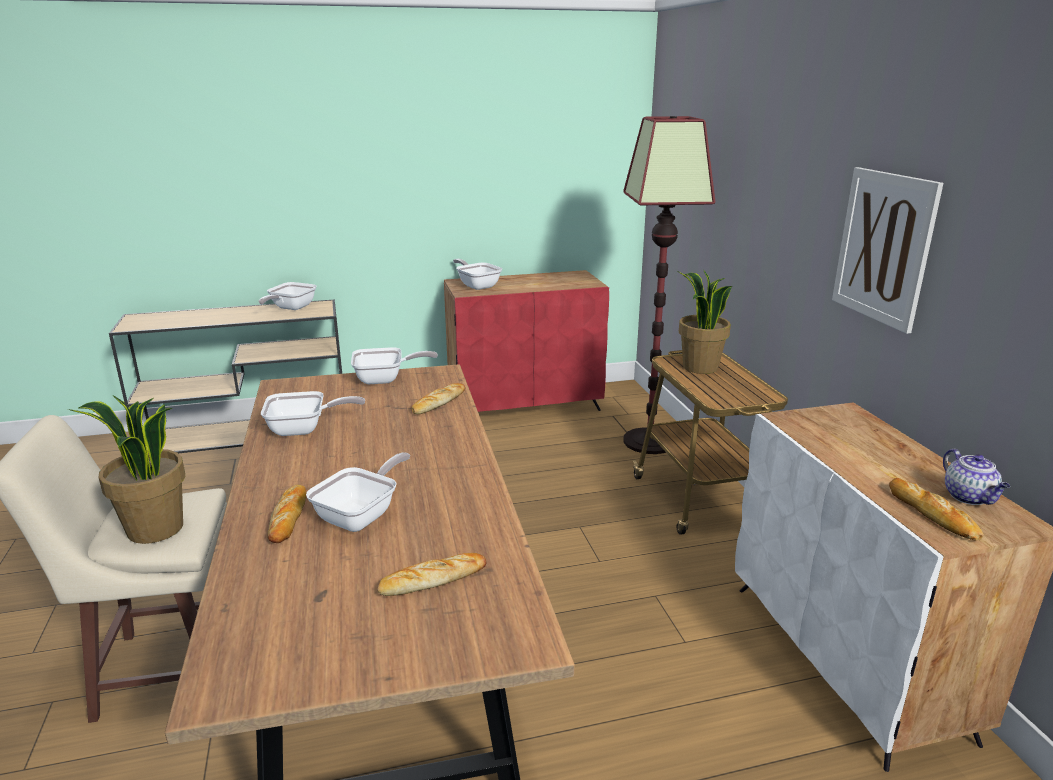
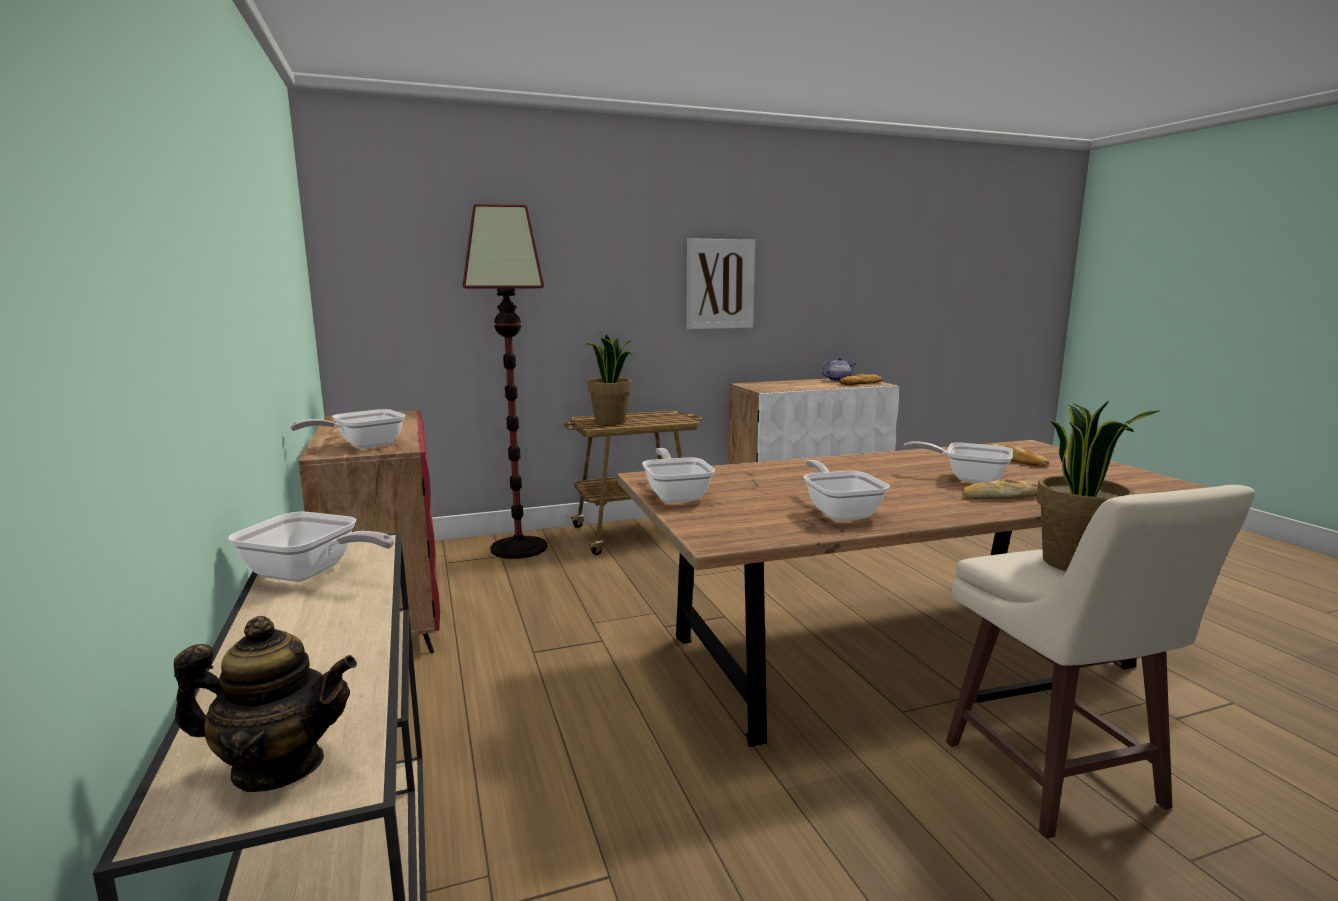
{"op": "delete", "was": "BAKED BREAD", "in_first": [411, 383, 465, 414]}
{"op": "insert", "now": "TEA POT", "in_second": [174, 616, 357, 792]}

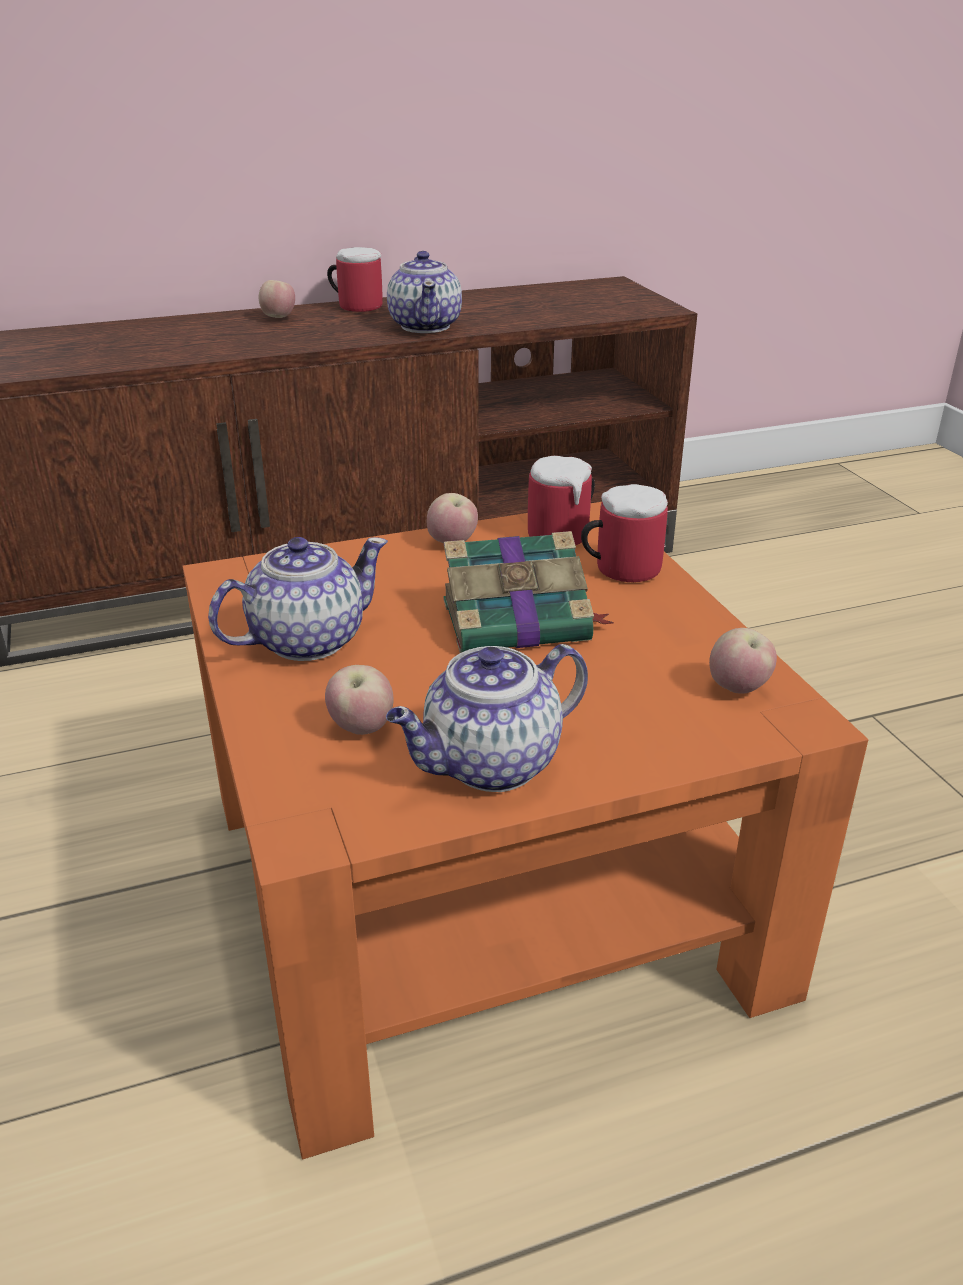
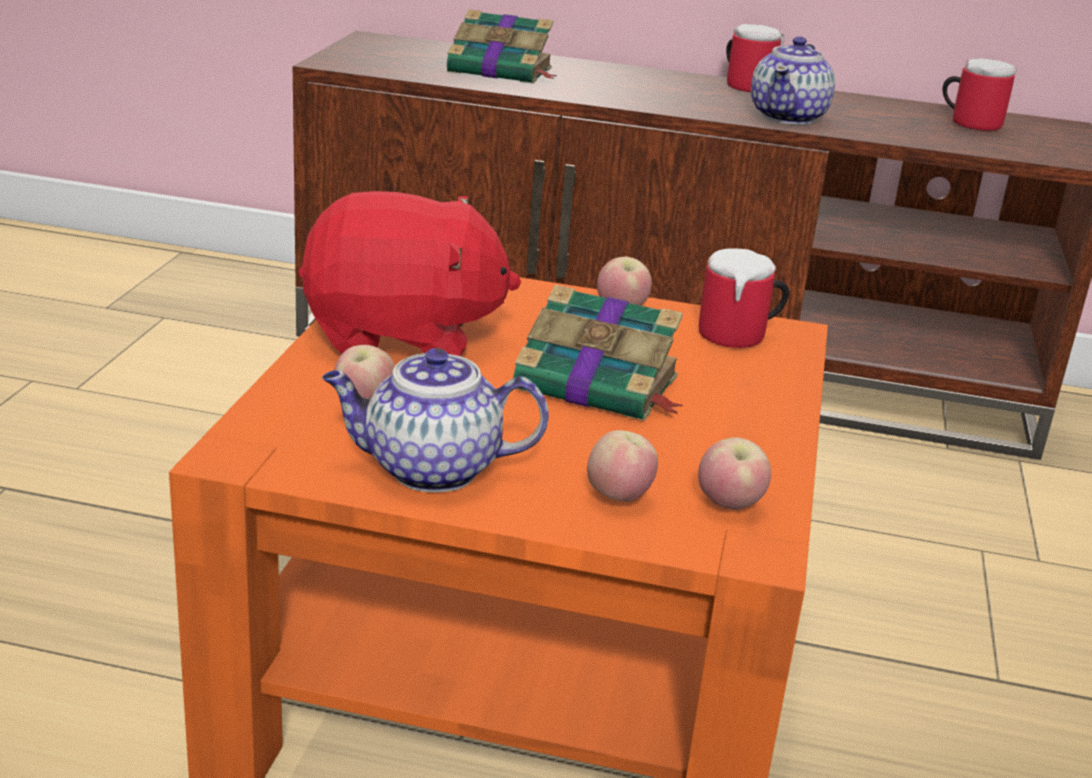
{"op": "replace", "was": "TEA POT", "now": "REDDISH SOFT TOY", "in_first": [208, 537, 388, 661], "in_second": [298, 191, 521, 356]}
{"op": "move", "was": "APPLE FRUIT", "in_first": [259, 280, 295, 318], "in_second": [587, 430, 658, 502]}
{"op": "move", "was": "MUG", "in_first": [581, 484, 668, 582], "in_second": [943, 58, 1017, 131]}
{"op": "insert", "now": "BOOK", "in_second": [447, 9, 557, 84]}

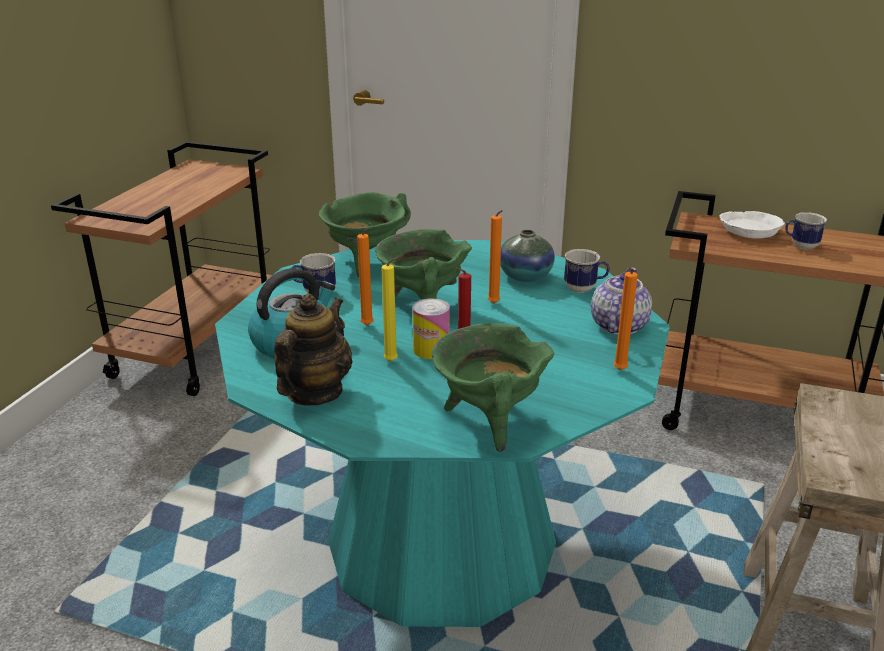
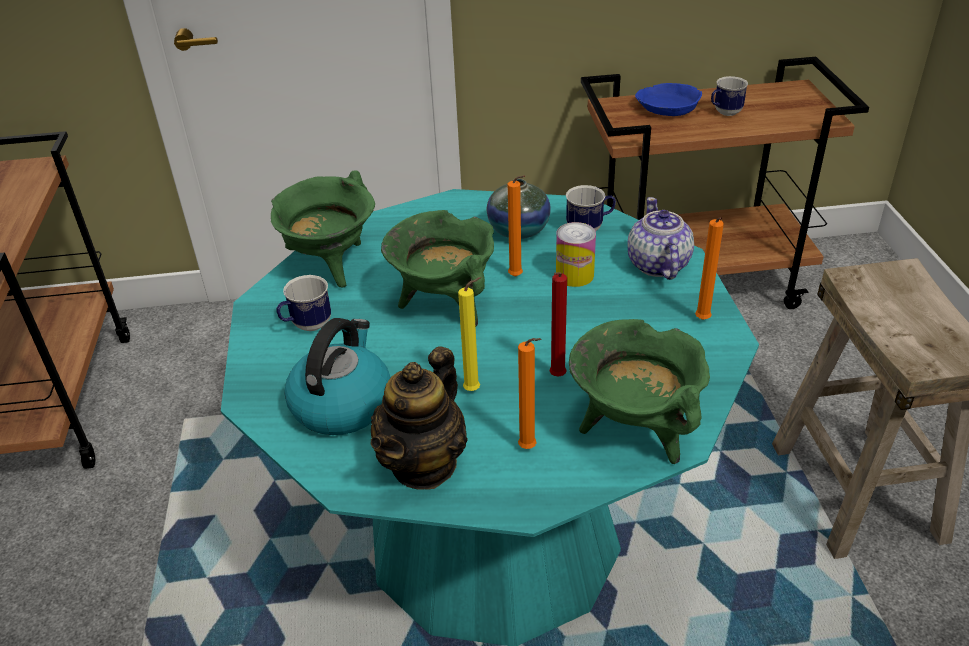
{"op": "rotate", "was": "TEA POT", "in_first": [274, 294, 353, 406], "in_second": [370, 346, 468, 490], "clockwise": -150}
{"op": "move", "was": "ORANGE-COLOURED WAX LIGHT", "in_first": [357, 229, 374, 326], "in_second": [518, 338, 542, 449]}
{"op": "move", "was": "METAL CAN", "in_first": [413, 298, 450, 359], "in_second": [556, 222, 596, 287]}
{"op": "recolor", "was": "WHITE BOWL", "now": "BLUE-COLOURED BOWL", "in_first": [719, 211, 785, 239], "in_second": [635, 83, 702, 116]}

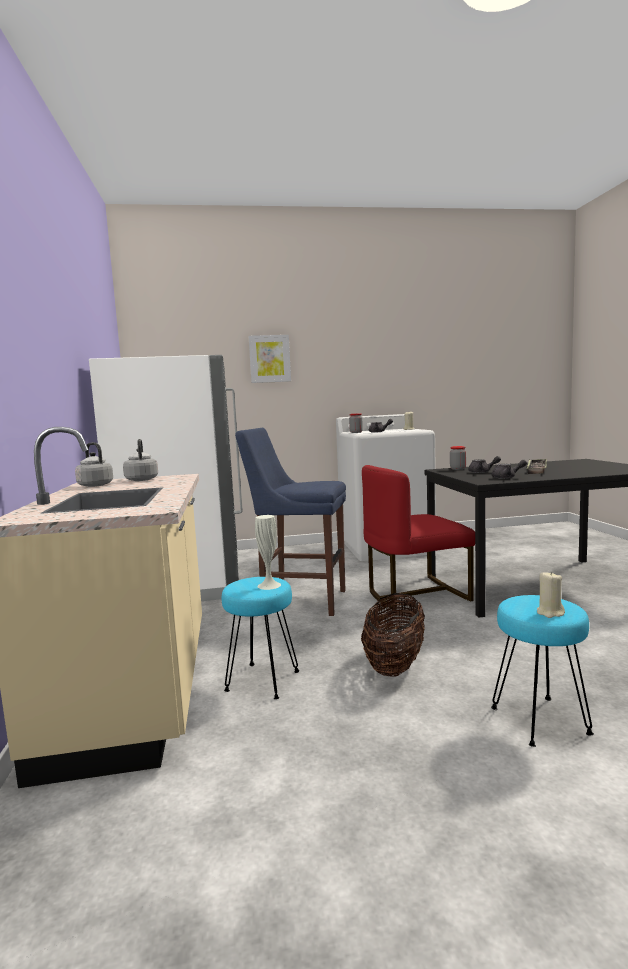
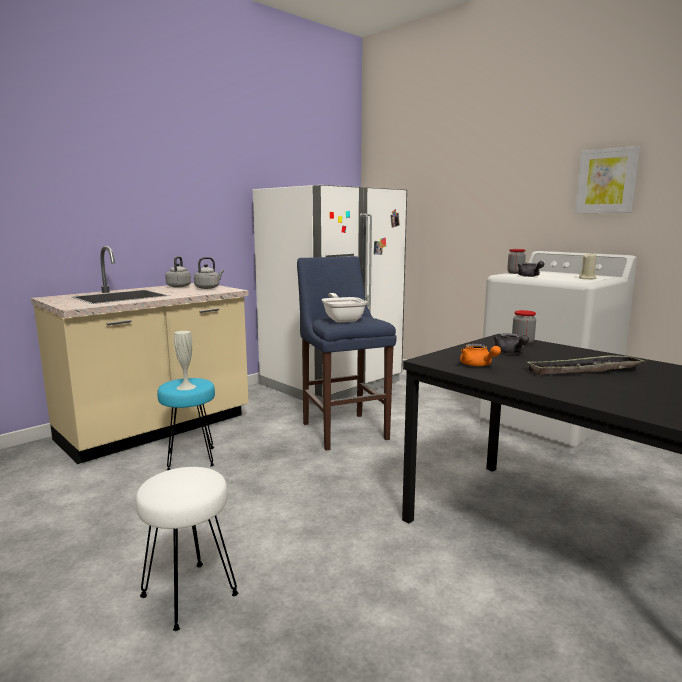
{"op": "move", "was": "PICTURE", "in_first": [249, 335, 291, 383], "in_second": [575, 146, 640, 213]}
{"op": "delete", "was": "STORAGE BASKET", "in_first": [361, 593, 425, 676]}
{"op": "delete", "was": "REDDISH CHAIR", "in_first": [362, 465, 475, 608]}
{"op": "recolor", "was": "TURQUOISE-COLOURED STOOL", "now": "WHITE STOOL", "in_first": [491, 595, 594, 747], "in_second": [136, 467, 238, 631]}
{"op": "recolor", "was": "GREY TEA POT", "now": "ORANGE-COLOURED TEA POT", "in_first": [492, 460, 527, 479], "in_second": [460, 344, 501, 366]}
{"op": "delete", "was": "BEIGE WAX LIGHT", "in_first": [537, 572, 565, 618]}
{"op": "insert", "now": "SKILLET", "in_second": [322, 293, 367, 322]}

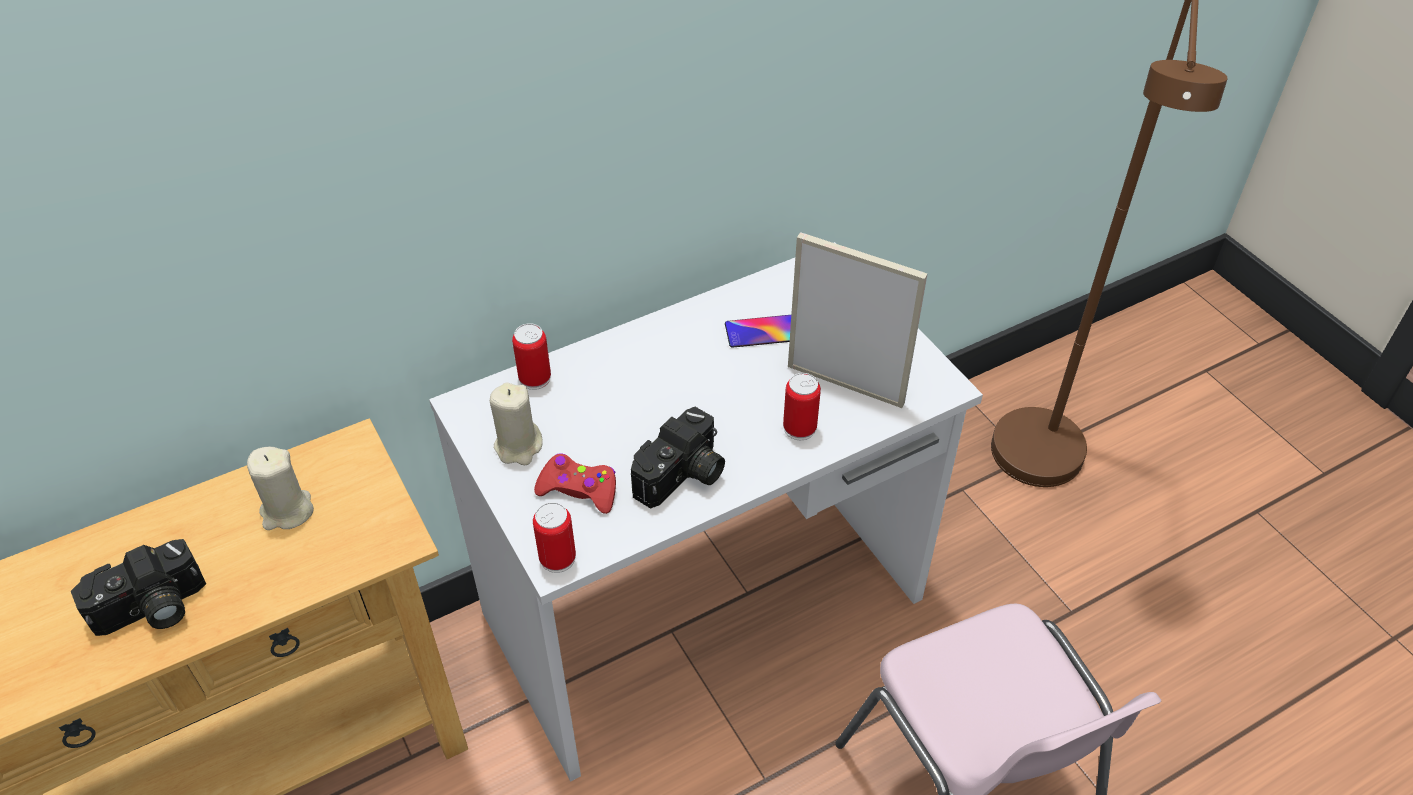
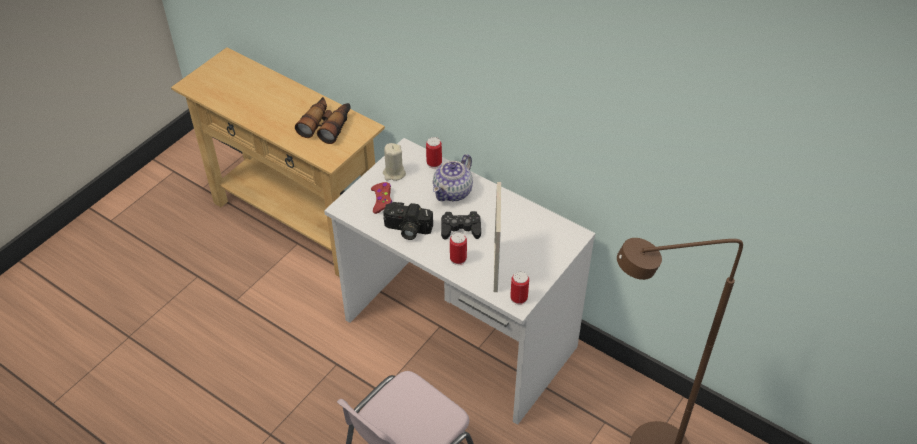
{"op": "delete", "was": "STILL CAMERA", "in_first": [71, 539, 206, 636]}
{"op": "replace", "was": "BEIGE WAX LIGHT", "now": "BINOCULARS", "in_first": [247, 447, 314, 530], "in_second": [295, 97, 351, 144]}
{"op": "move", "was": "METAL CAN", "in_first": [533, 502, 576, 573], "in_second": [510, 271, 529, 305]}
{"op": "delete", "was": "HANDSET", "in_first": [725, 315, 791, 348]}
{"op": "insert", "now": "TEA POT", "in_second": [433, 154, 473, 202]}
{"op": "insert", "now": "BLACKISH JOYPAD", "in_second": [441, 211, 481, 240]}

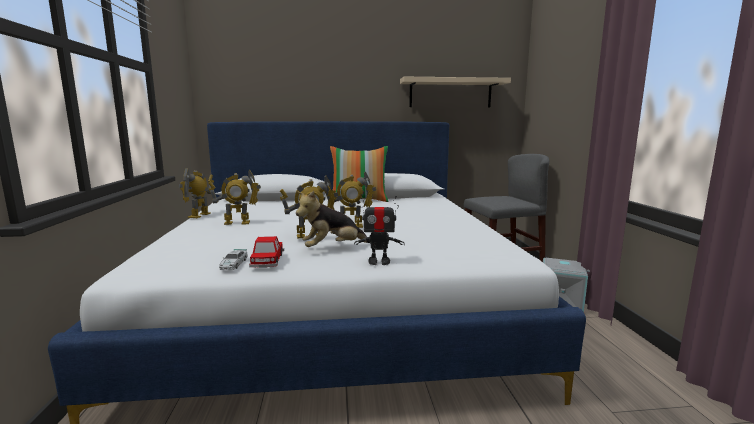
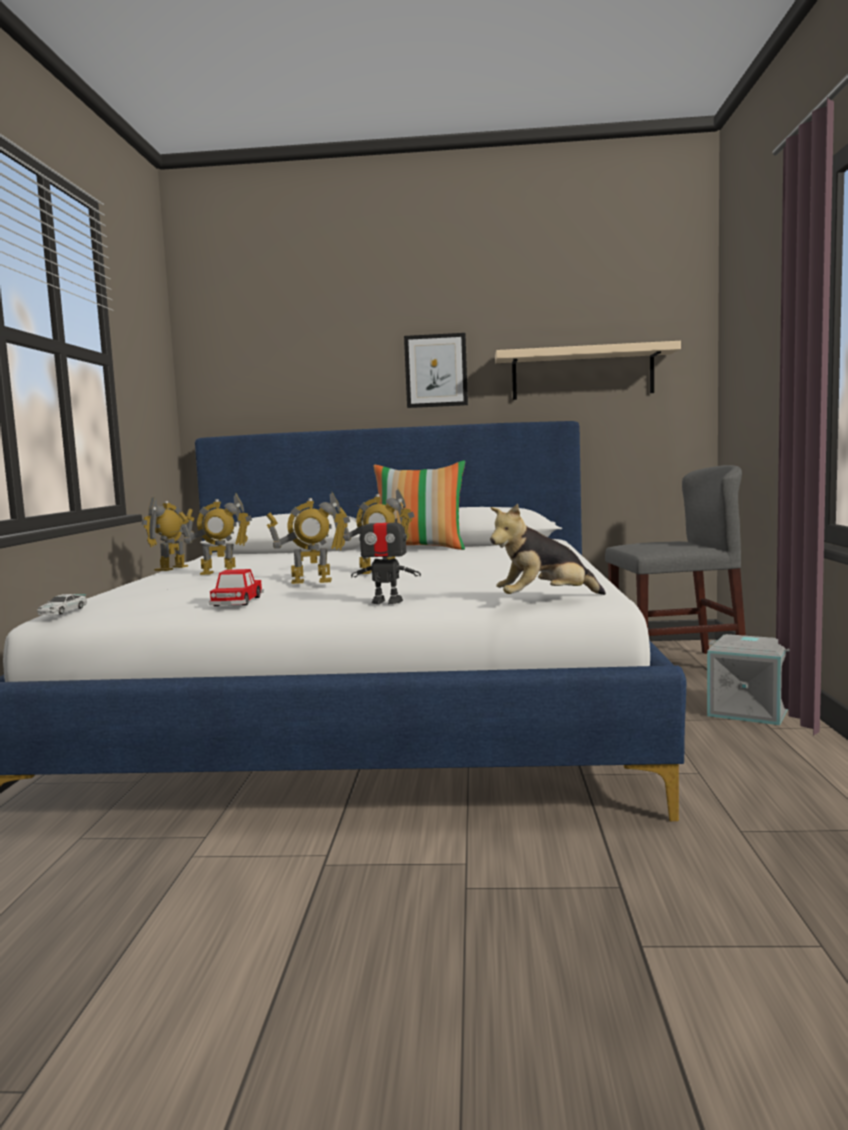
{"op": "move", "was": "MINIATURE CAR", "in_first": [219, 249, 248, 270], "in_second": [37, 594, 87, 615]}
{"op": "move", "was": "SOFT TOY", "in_first": [296, 191, 370, 247], "in_second": [490, 504, 606, 595]}
{"op": "insert", "now": "PICTURE", "in_second": [404, 333, 468, 408]}

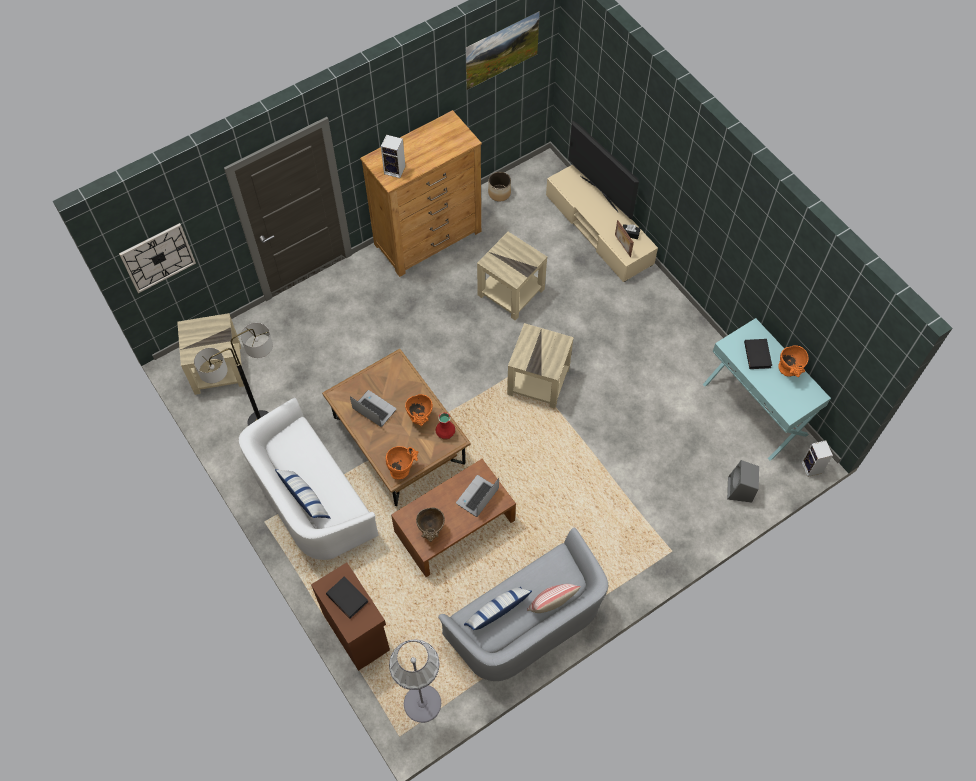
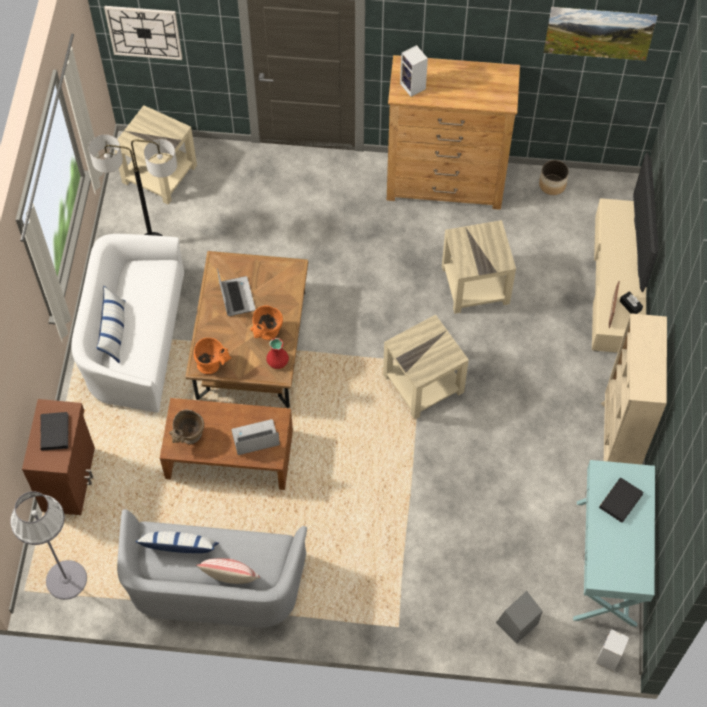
{"op": "delete", "was": "ORANGE-COLOURED FLOWER VASE", "in_first": [778, 345, 809, 377]}
{"op": "insert", "now": "BEIGE BOOKSHELF", "in_second": [601, 313, 667, 465]}

